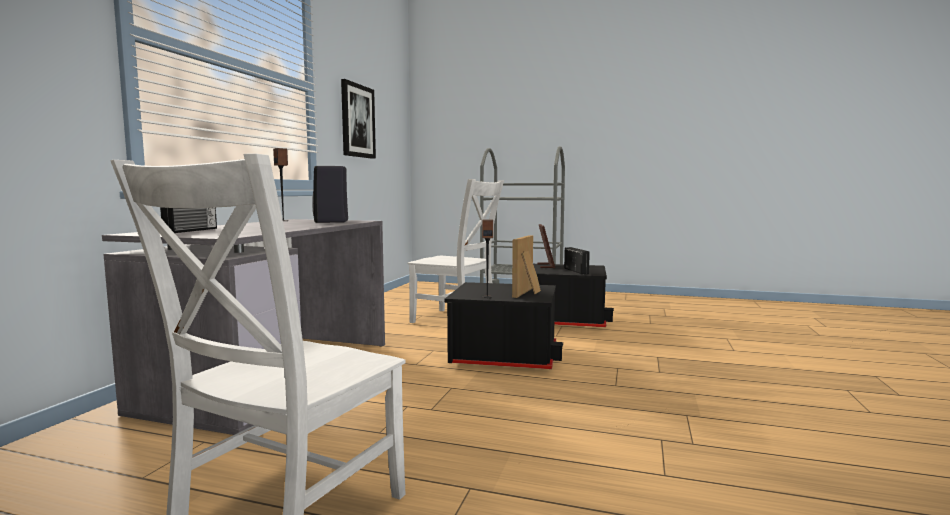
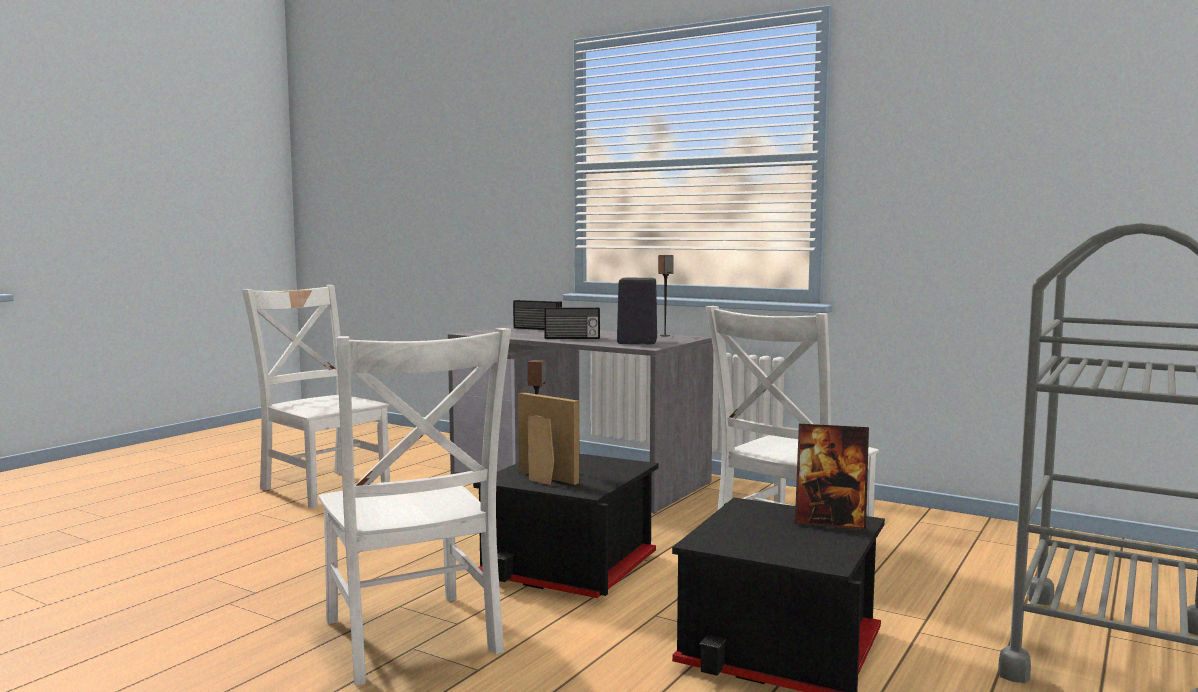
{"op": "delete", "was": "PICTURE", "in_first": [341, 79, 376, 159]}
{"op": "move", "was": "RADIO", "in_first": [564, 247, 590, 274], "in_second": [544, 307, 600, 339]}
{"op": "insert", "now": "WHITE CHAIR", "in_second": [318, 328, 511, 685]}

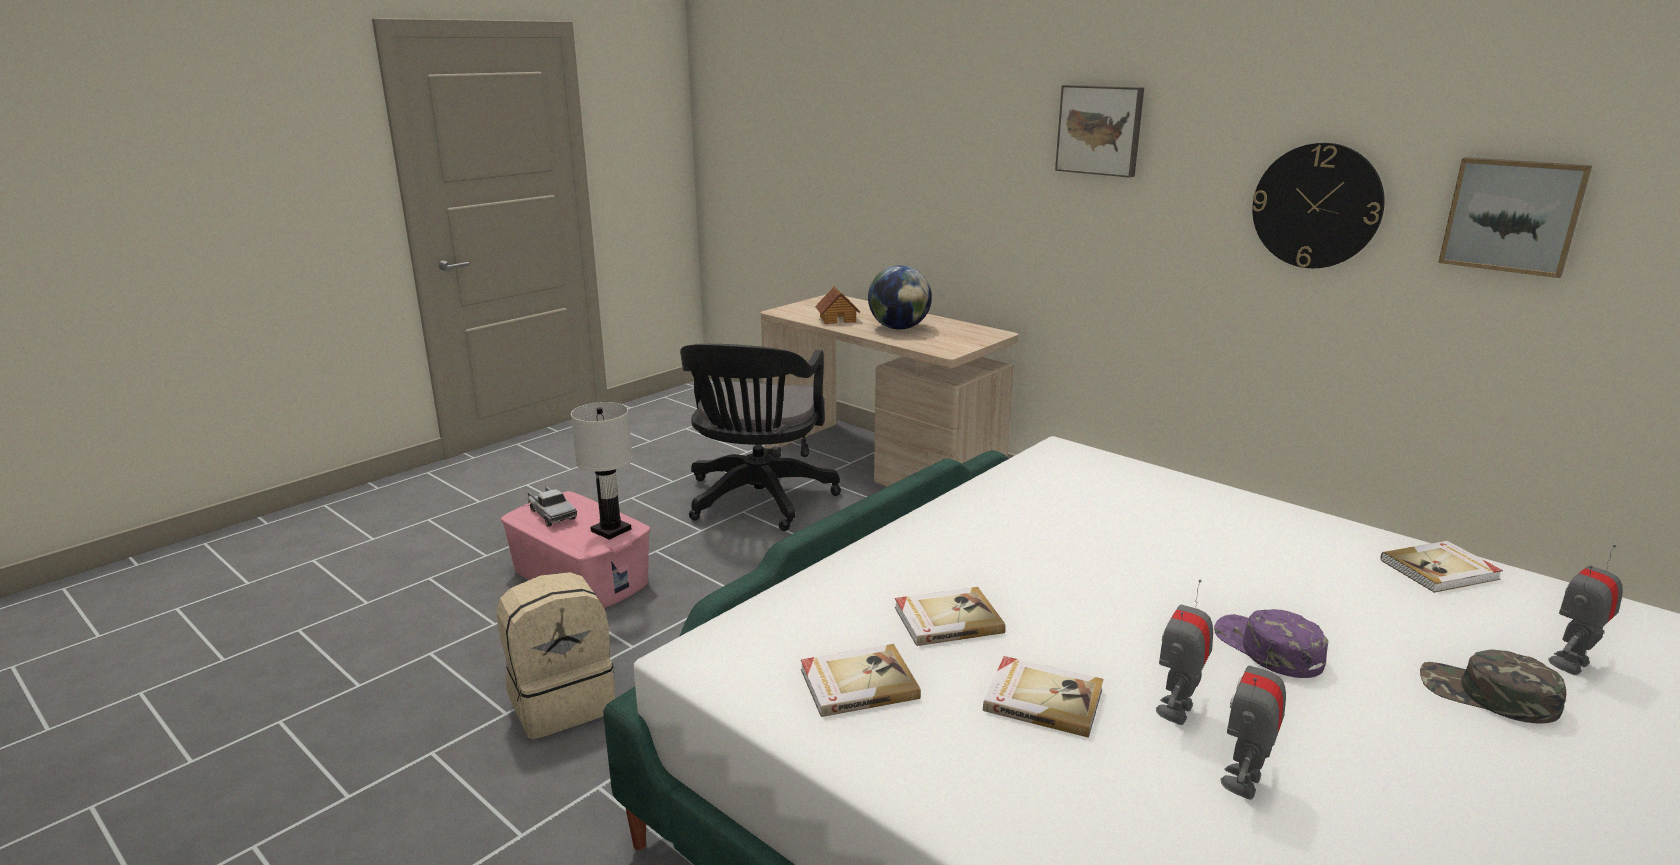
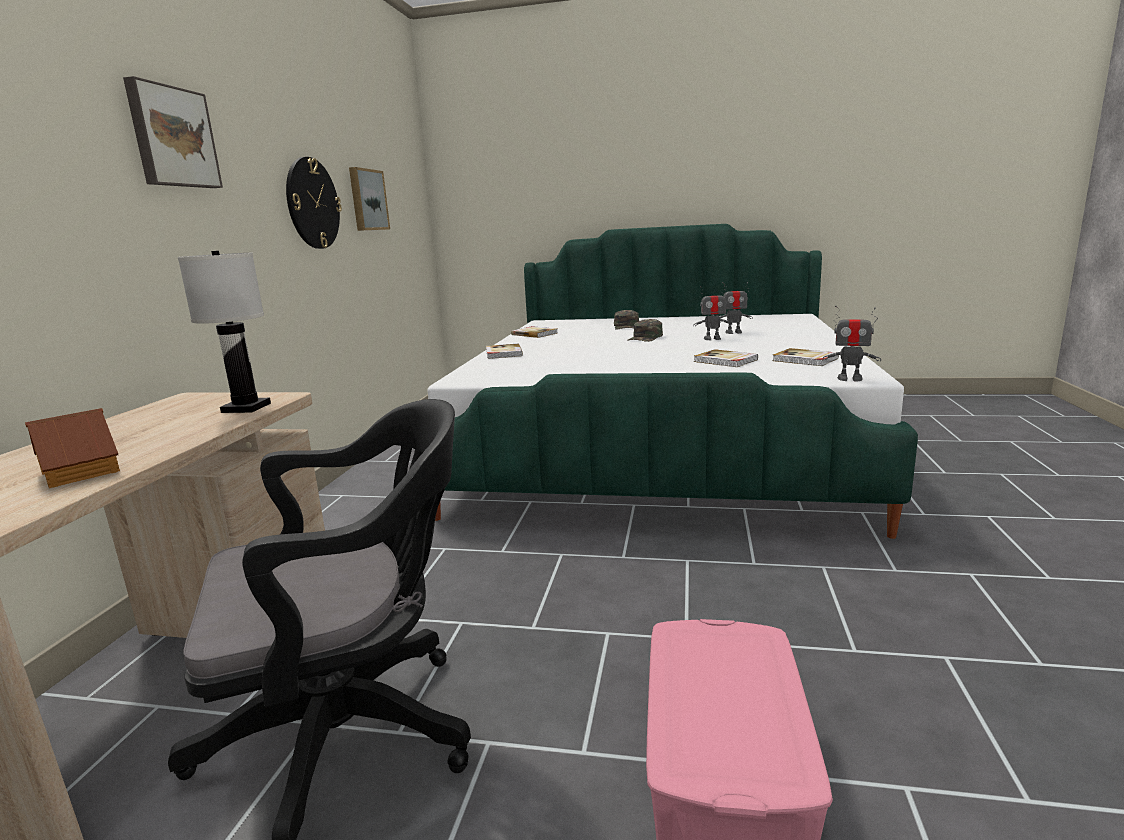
{"op": "delete", "was": "BEIGE BACKPACK", "in_first": [496, 572, 615, 739]}
{"op": "delete", "was": "MODEL TRUCK", "in_first": [527, 486, 577, 527]}
{"op": "move", "was": "WHITE LAMP FOR A TABLE", "in_first": [571, 402, 633, 540], "in_second": [178, 251, 271, 413]}
{"op": "delete", "was": "DESK GLOBE", "in_first": [868, 265, 932, 330]}
{"op": "move", "was": "BOOK", "in_first": [983, 656, 1103, 738], "in_second": [486, 344, 523, 359]}
{"op": "recolor", "was": "PURPLISH PEAKED CAP", "now": "GREENISH PEAKED CAP", "in_first": [1214, 609, 1328, 678], "in_second": [627, 319, 663, 342]}
{"op": "move", "was": "TOY ROBOT", "in_first": [1549, 545, 1623, 675], "in_second": [823, 305, 881, 381]}

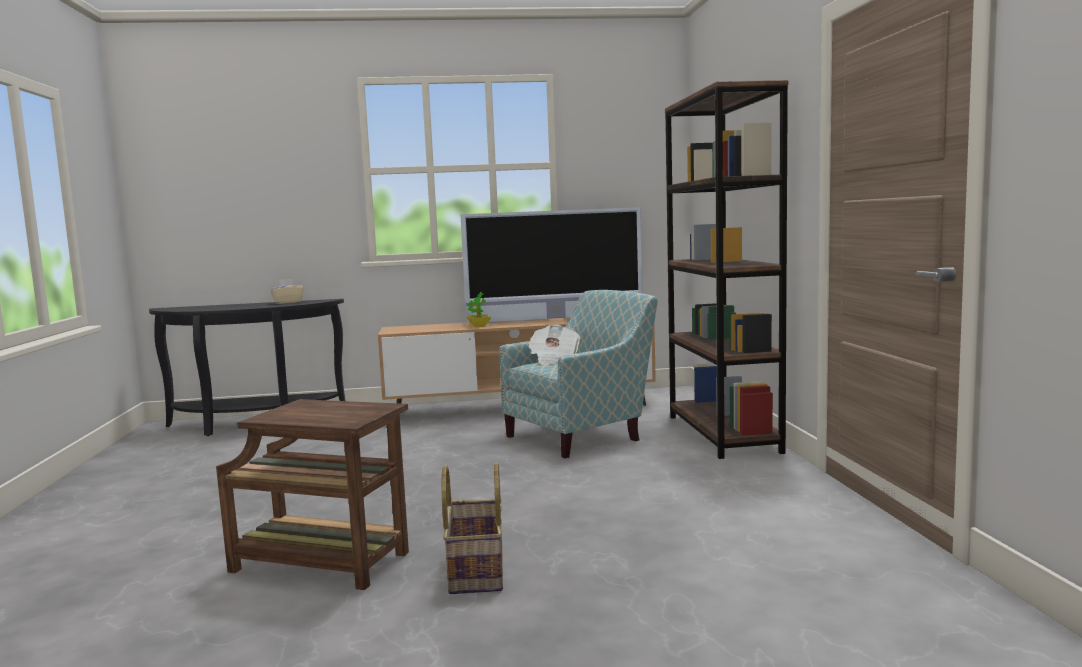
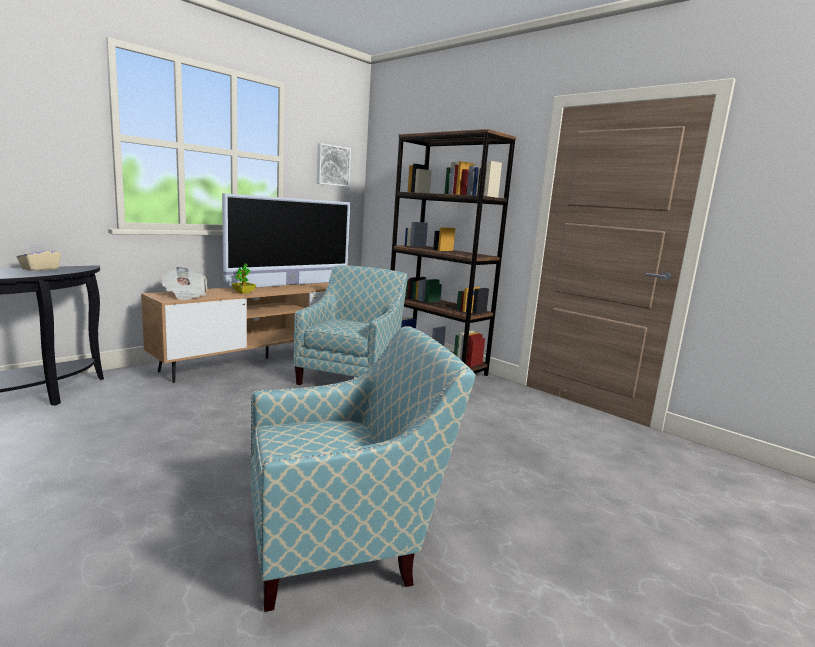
{"op": "replace", "was": "BROWN ACCENT TABLE", "now": "ARMCHAIR", "in_first": [216, 399, 409, 590], "in_second": [250, 326, 476, 612]}
{"op": "delete", "was": "STORAGE BASKET", "in_first": [442, 462, 503, 594]}
{"op": "move", "was": "NEWSPAPER", "in_first": [528, 325, 581, 365], "in_second": [161, 267, 207, 300]}
{"op": "insert", "now": "PICTURE", "in_second": [317, 143, 351, 187]}

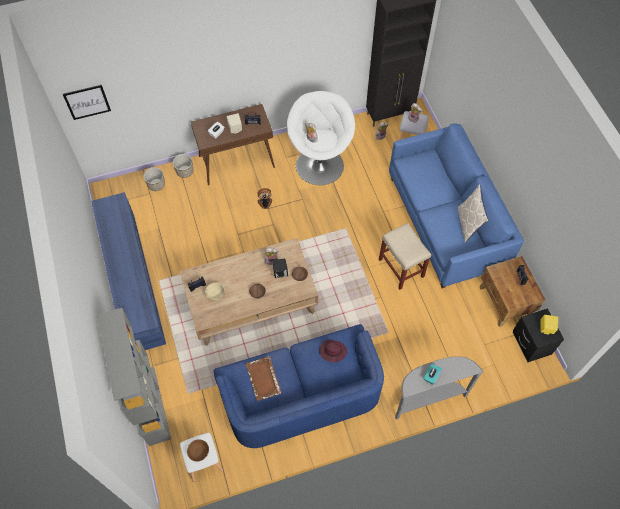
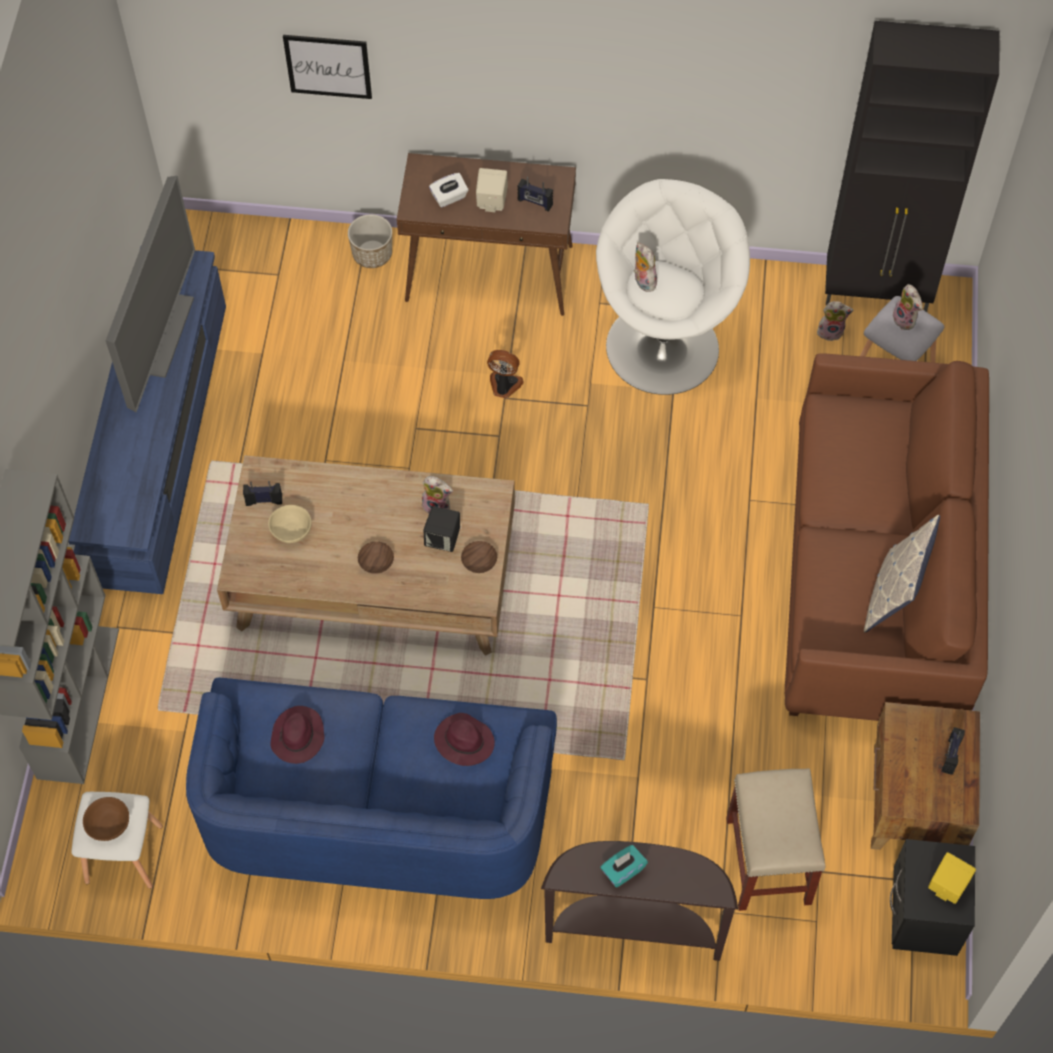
{"op": "move", "was": "PICTURE", "in_first": [63, 85, 111, 120], "in_second": [283, 35, 372, 99]}
{"op": "delete", "was": "PLANTER", "in_first": [144, 167, 165, 191]}
{"op": "replace", "was": "BROWN SERVING TRAY", "now": "PURPLISH HAT", "in_first": [246, 356, 281, 401], "in_second": [270, 706, 325, 764]}
{"op": "move", "was": "BEIGE STOOL", "in_first": [379, 223, 431, 290], "in_second": [726, 768, 825, 911]}
{"op": "recolor", "was": "BLUE-COLOURED SOFA", "now": "BROWN SOFA", "in_first": [389, 123, 524, 288], "in_second": [785, 353, 989, 721]}
{"op": "recolor", "was": "GREY NARROW TABLE", "now": "BROWN NARROW TABLE", "in_first": [395, 356, 483, 420], "in_second": [541, 841, 738, 961]}
{"op": "insert", "now": "TELEVISION", "in_second": [106, 175, 195, 412]}

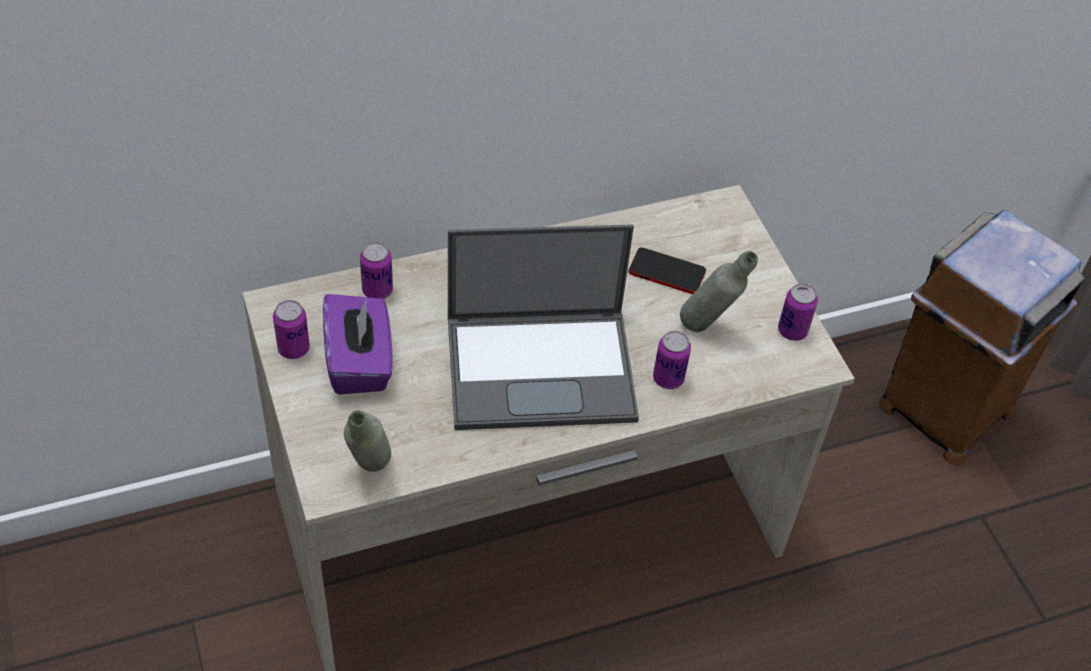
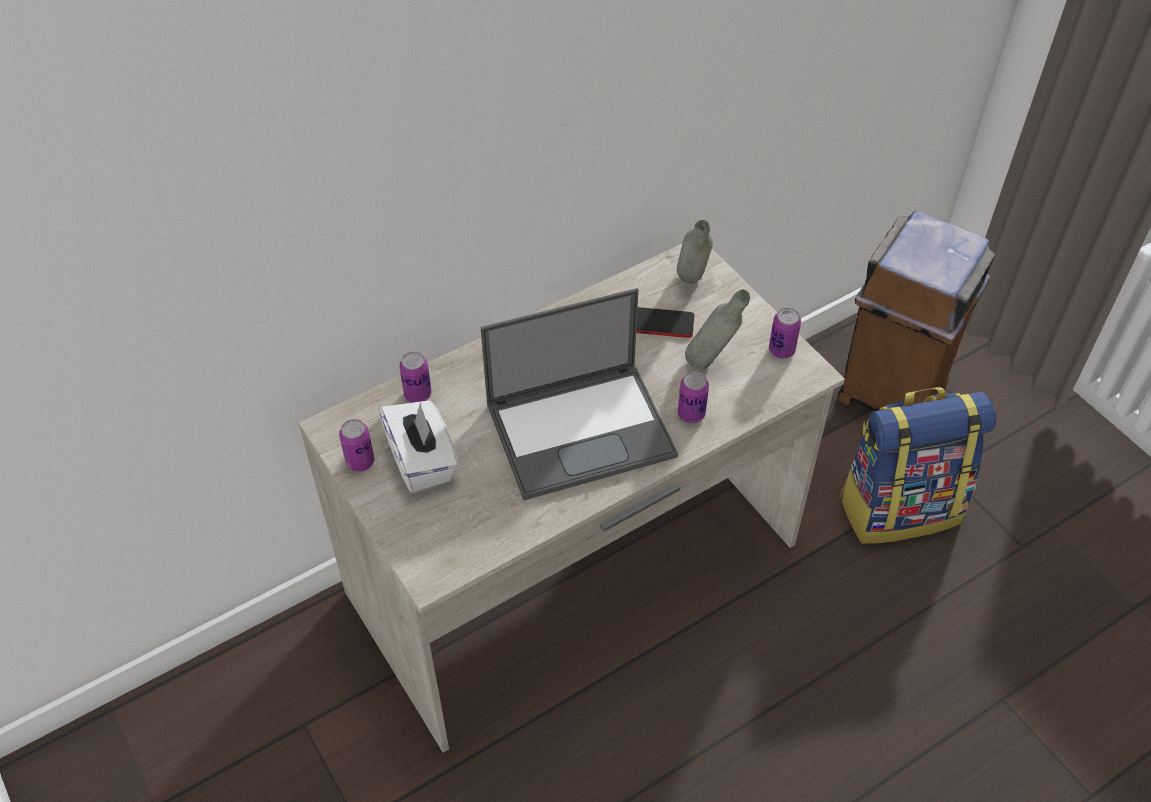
{"op": "recolor", "was": "PURPLISH TISSUE HOLDER", "now": "WHITE TISSUE HOLDER", "in_first": [323, 294, 393, 395], "in_second": [379, 400, 459, 493]}
{"op": "move", "was": "GREY BOTTLE", "in_first": [344, 410, 391, 472], "in_second": [677, 220, 713, 283]}
{"op": "insert", "now": "BACKPACK", "in_second": [840, 387, 997, 544]}

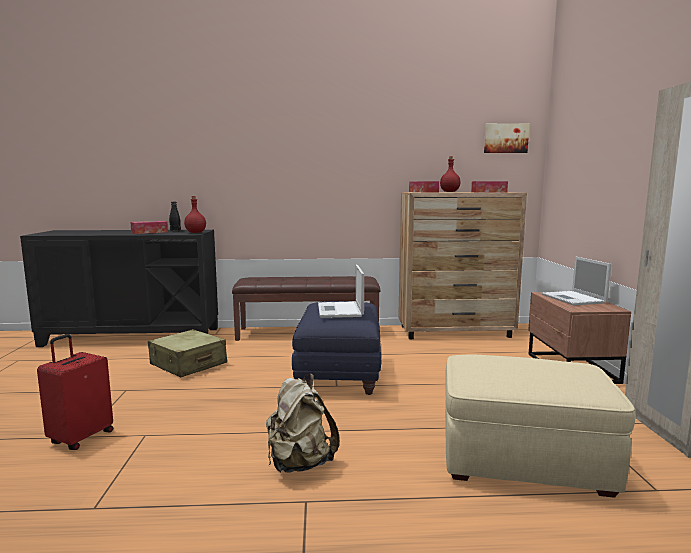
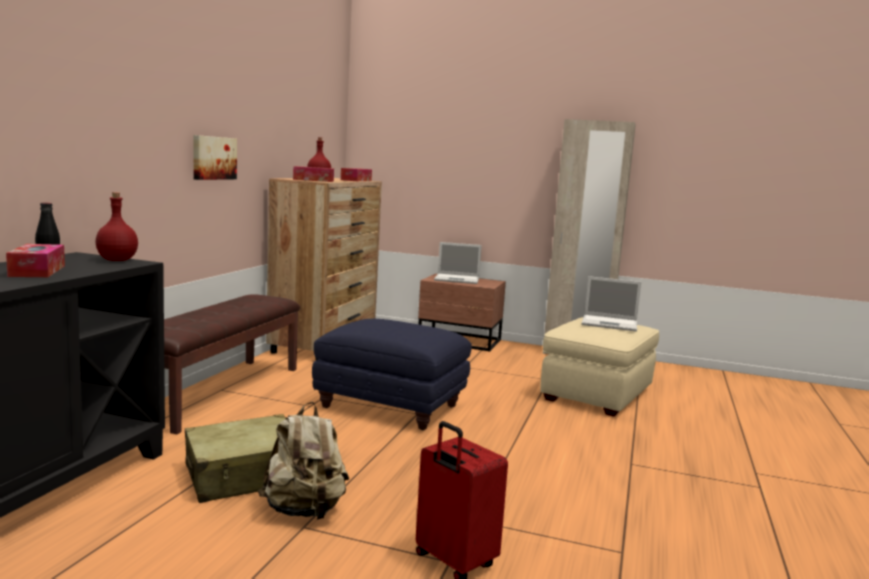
{"op": "move", "was": "BEIGE BACKPACK", "in_first": [266, 374, 339, 473], "in_second": [258, 402, 349, 520]}
{"op": "move", "was": "PORTABLE COMPUTER", "in_first": [318, 265, 364, 318], "in_second": [581, 276, 641, 332]}
{"op": "move", "was": "PICTURE", "in_first": [484, 123, 529, 153], "in_second": [194, 135, 237, 180]}

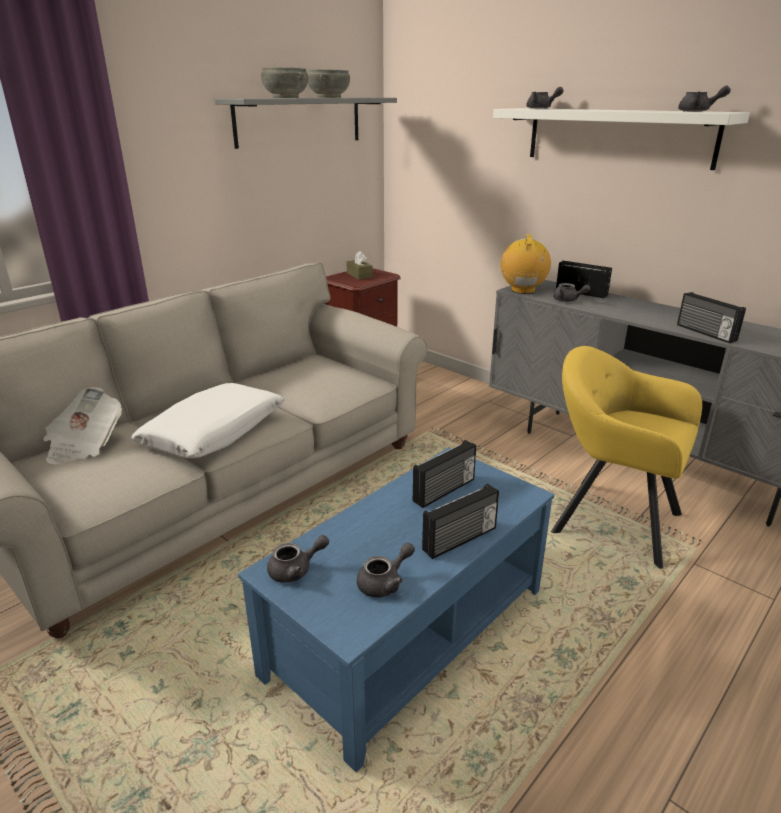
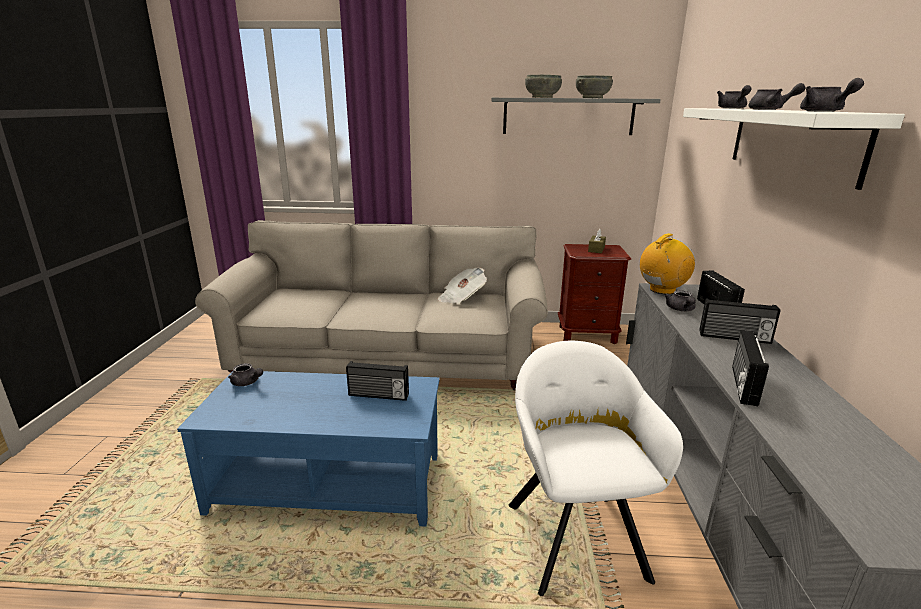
{"op": "move", "was": "NEWSPAPER", "in_first": [43, 387, 122, 464], "in_second": [438, 267, 487, 304]}
{"op": "delete", "was": "WHITE PILLOW", "in_first": [131, 383, 285, 458]}
{"op": "move", "was": "GREY TEA POT", "in_first": [357, 542, 415, 598], "in_second": [749, 83, 806, 110]}
{"op": "move", "was": "RADIO", "in_first": [422, 484, 499, 559], "in_second": [699, 299, 781, 344]}
{"op": "recolor", "was": "YELLOWISH ARMCHAIR", "now": "WHITE ARMCHAIR", "in_first": [551, 346, 702, 569], "in_second": [509, 341, 683, 596]}

